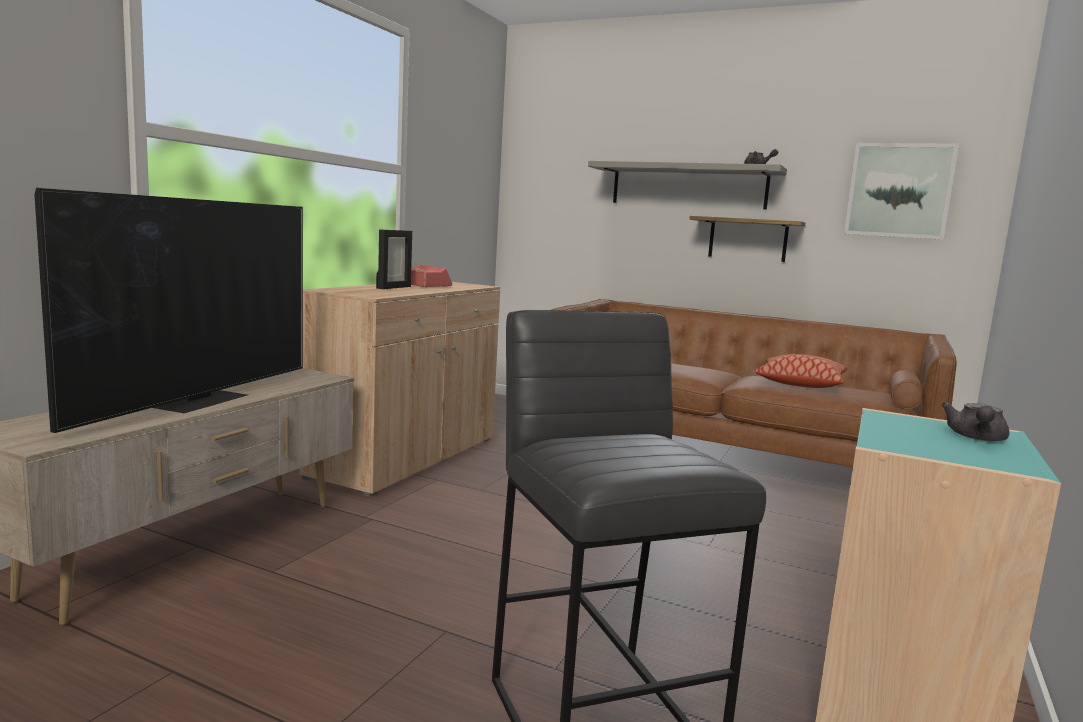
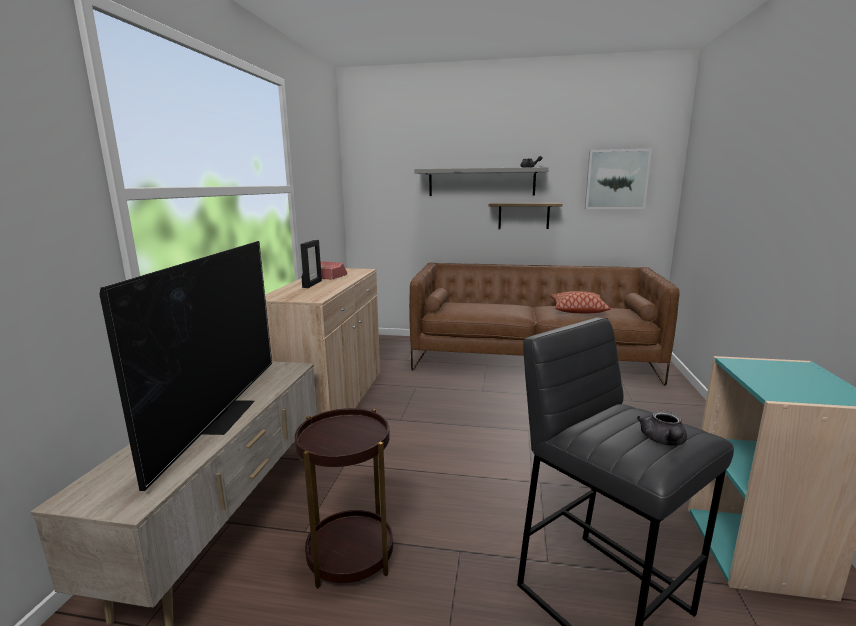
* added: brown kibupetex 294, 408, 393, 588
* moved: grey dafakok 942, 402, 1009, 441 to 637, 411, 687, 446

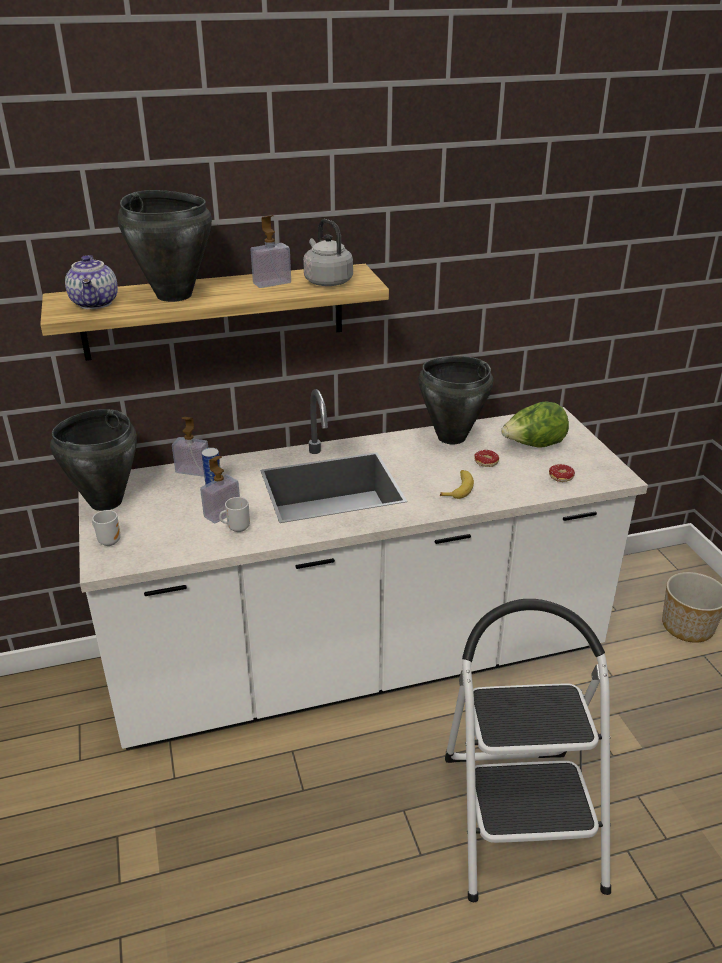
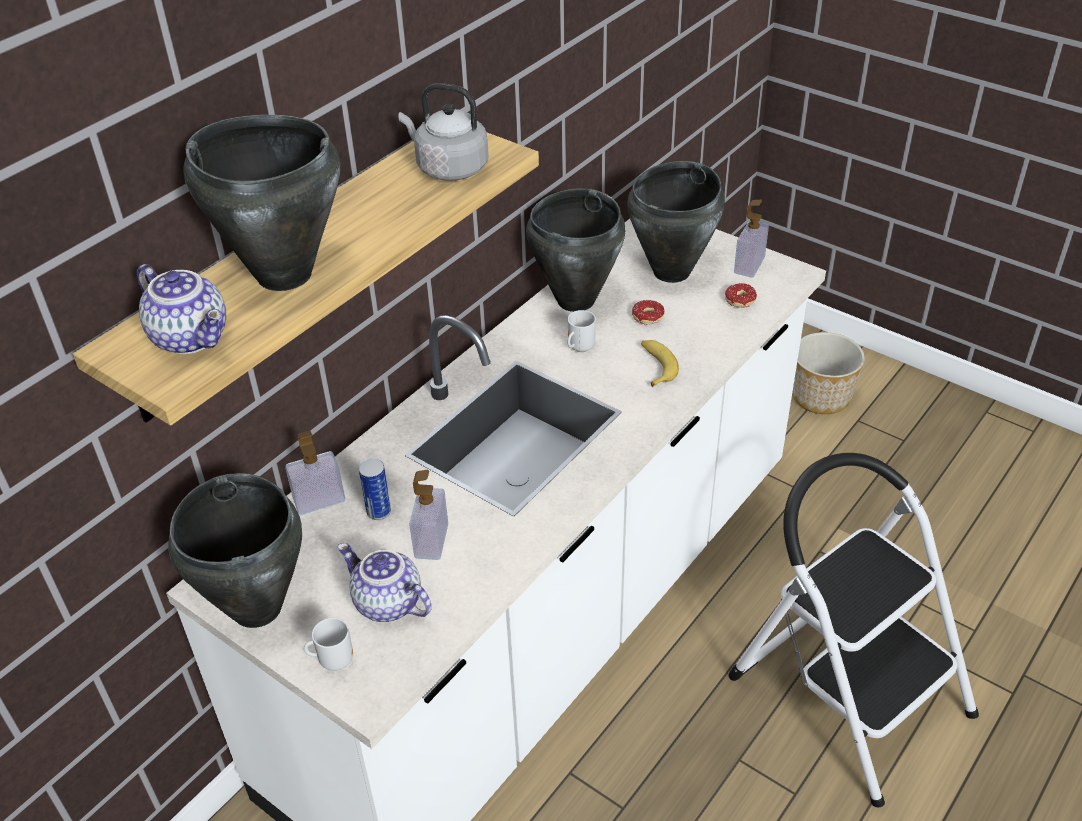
* added: dafakok 337, 543, 432, 622
* moved: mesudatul 219, 497, 250, 532 to 567, 310, 596, 352
* moved: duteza 250, 215, 291, 288 to 734, 200, 769, 278
* replaced: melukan 501, 401, 569, 448 to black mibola 627, 161, 725, 283

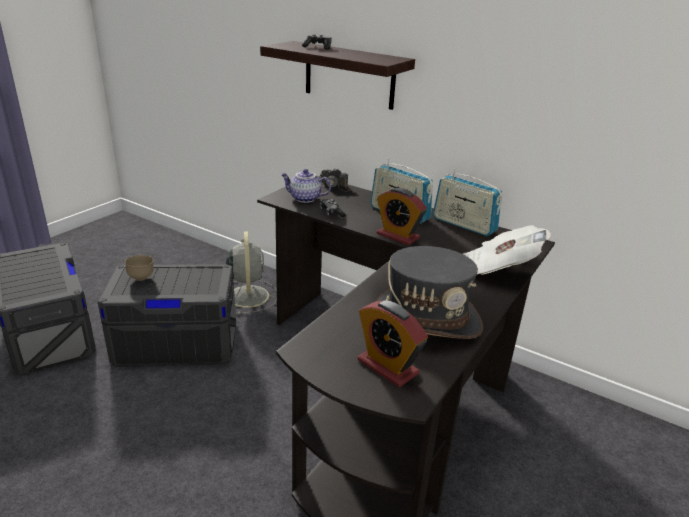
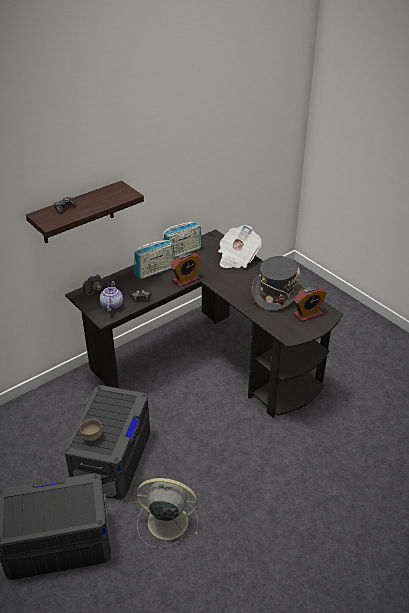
* moved: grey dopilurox 226, 231, 277, 315 to 136, 478, 198, 548
* turned: dafakok 281, 169, 331, 203 = 100, 281, 123, 312 150 degrees clockwise

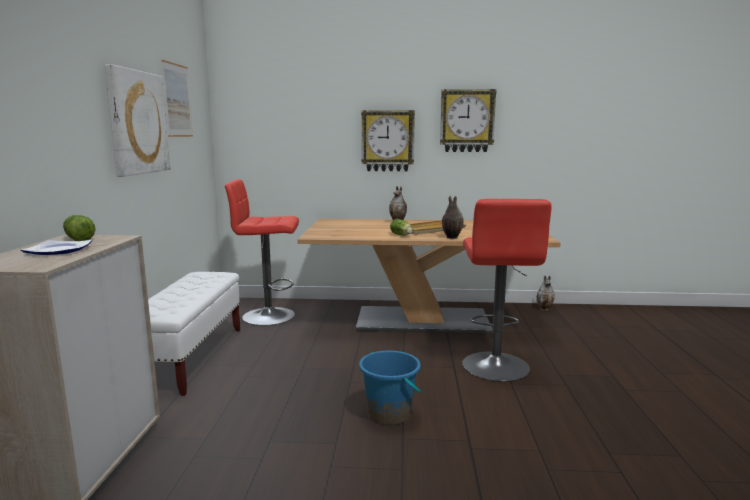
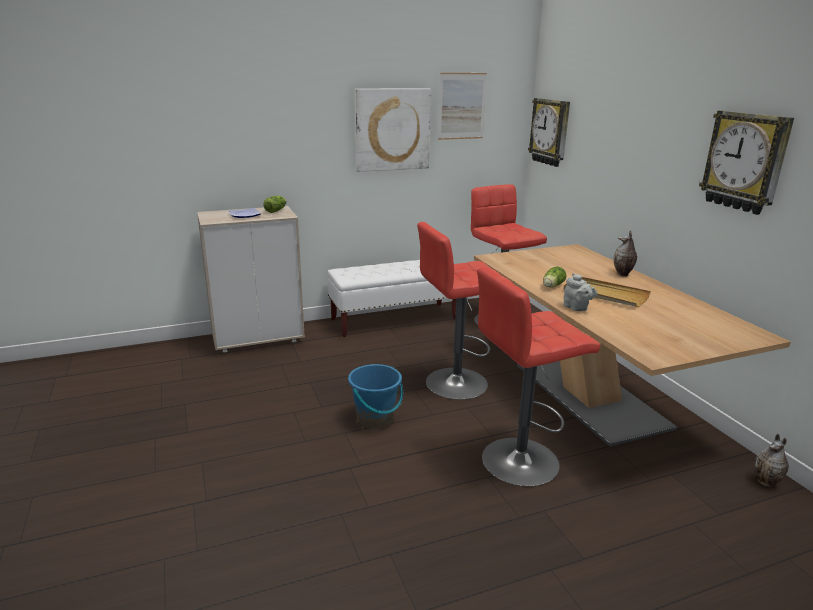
* added: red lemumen 417, 222, 513, 399
* moved: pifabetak 361, 110, 415, 171 to 528, 98, 570, 167
* replaced: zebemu 442, 196, 464, 239 to grey dafakok 564, 273, 598, 311

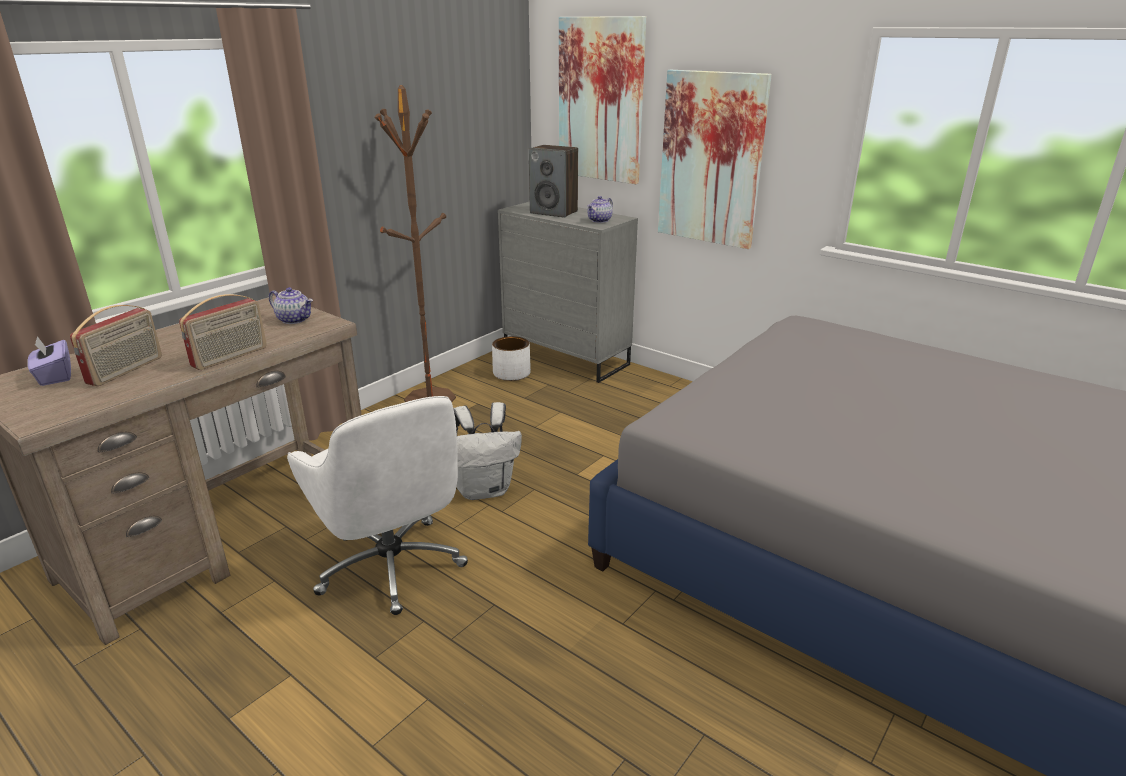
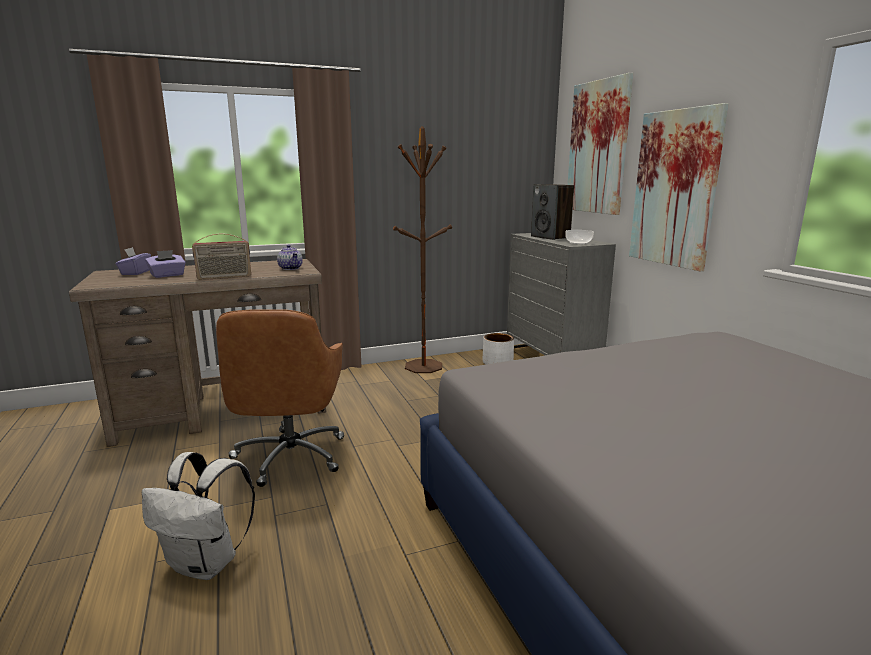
* moved: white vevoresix 453, 402, 522, 500 to 142, 452, 255, 580
* replaced: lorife 70, 305, 162, 386 to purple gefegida 145, 250, 186, 278
* replaced: dafakok 587, 196, 613, 223 to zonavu 565, 230, 594, 244
* recoloured: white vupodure 287, 396, 468, 615 to brown vupodure 216, 309, 344, 487

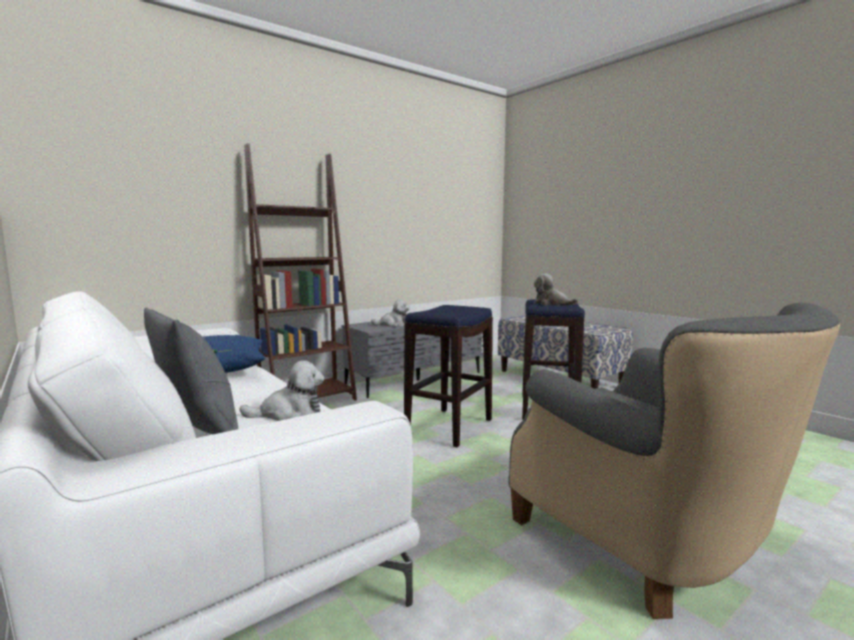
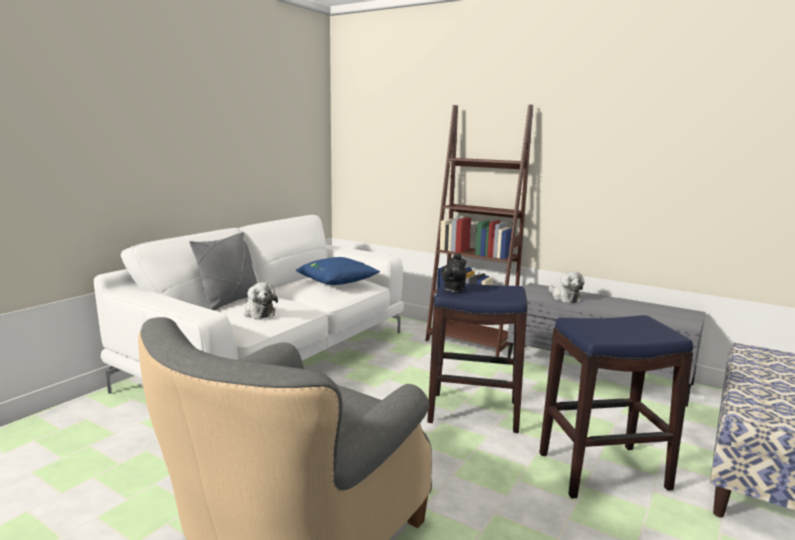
* removed: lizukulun 534, 274, 578, 305
* added: black dafakok 441, 253, 467, 293

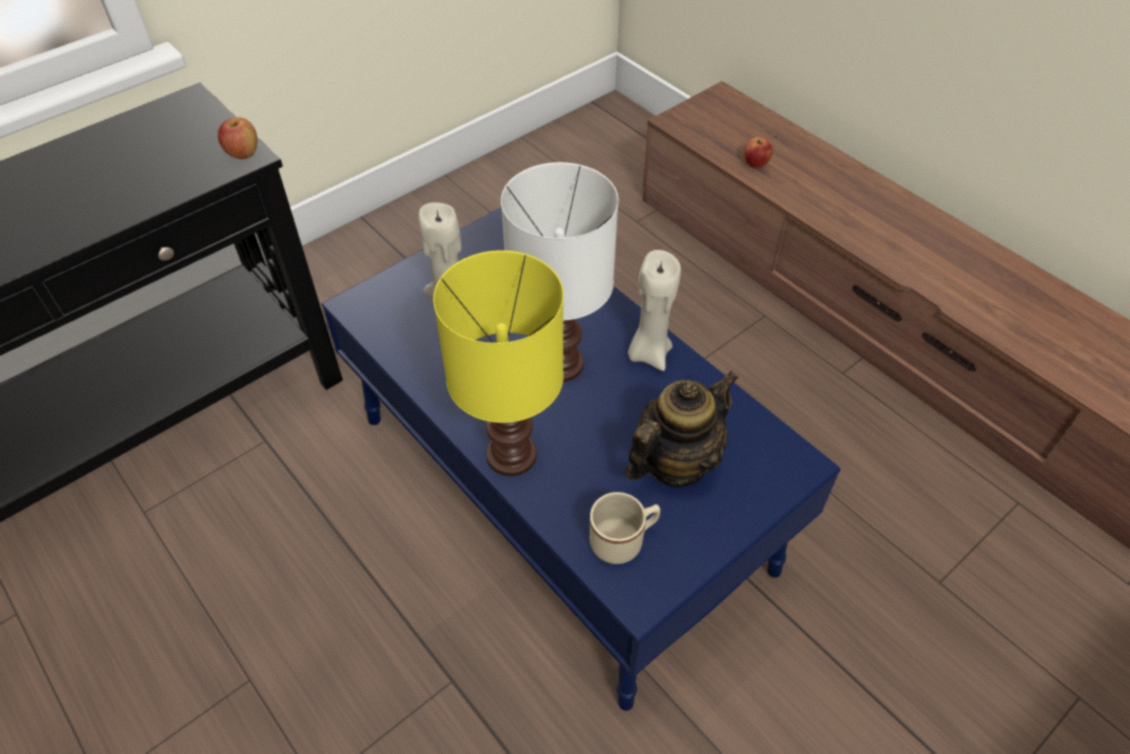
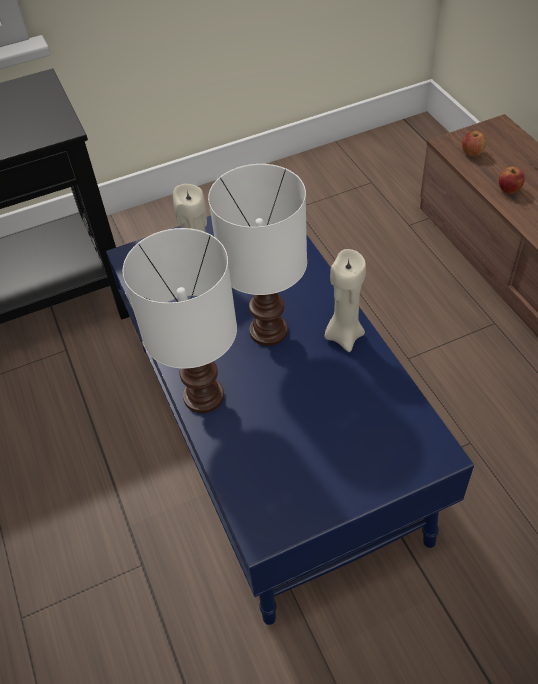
* removed: beige mesudatul 590, 492, 660, 564
* removed: dafakok 625, 371, 738, 487
* moved: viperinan 218, 117, 257, 159 to 462, 131, 486, 157
* recoloured: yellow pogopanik 433, 250, 564, 476 to white pogopanik 123, 228, 237, 413

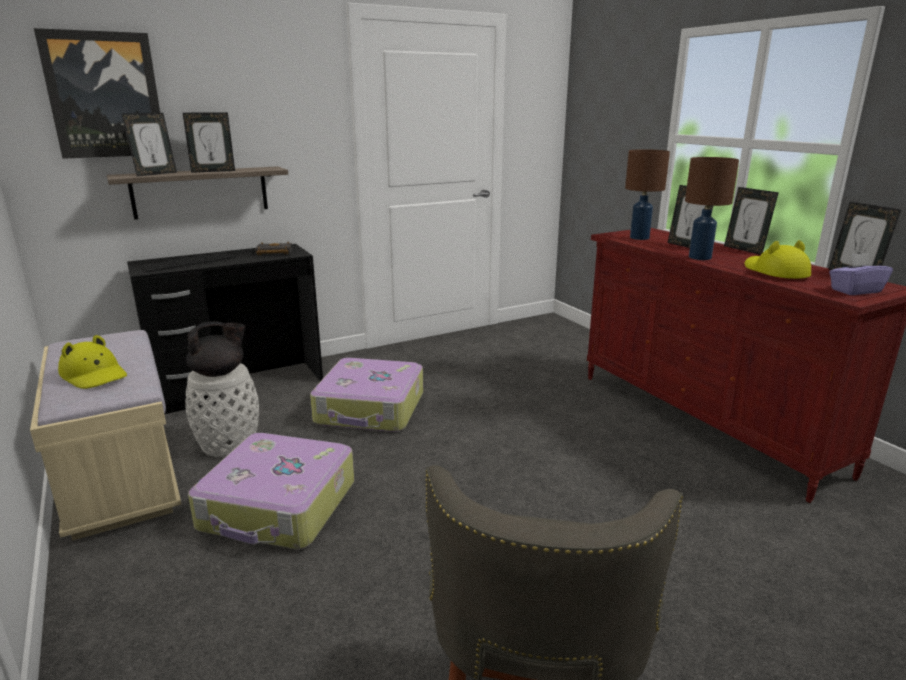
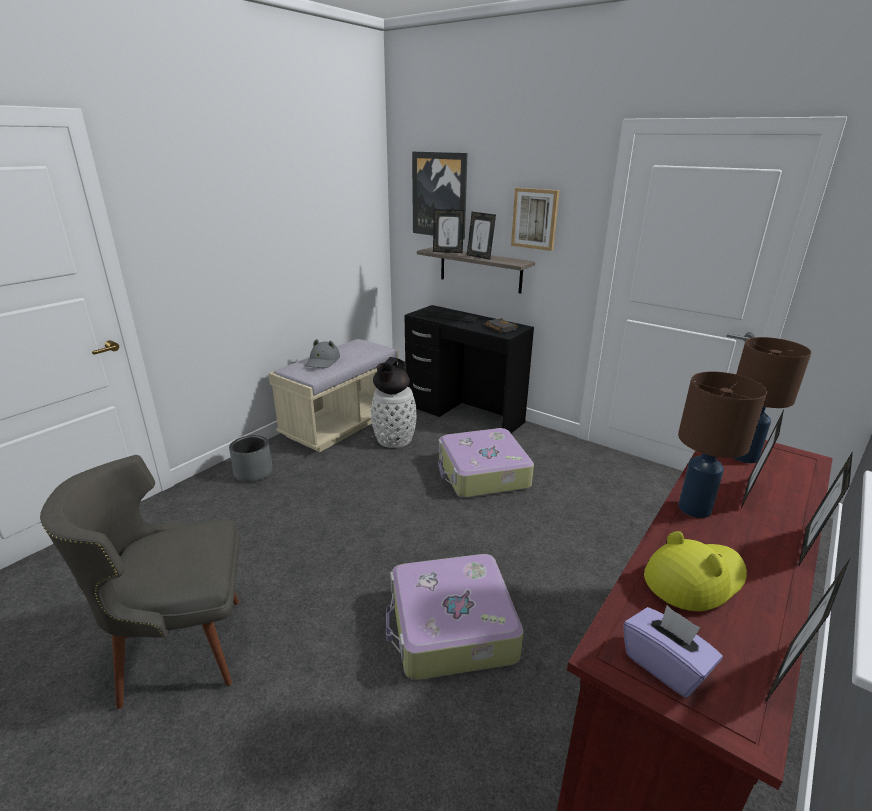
* added: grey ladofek 229, 435, 273, 482
* added: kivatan 511, 188, 559, 251
* moved: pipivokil 188, 433, 354, 549 to 386, 554, 524, 680
* recoloured: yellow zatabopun 58, 335, 127, 389 to grey zatabopun 305, 339, 340, 368
* turned: black dafakok 186, 321, 245, 377 = 373, 357, 410, 394 75 degrees clockwise

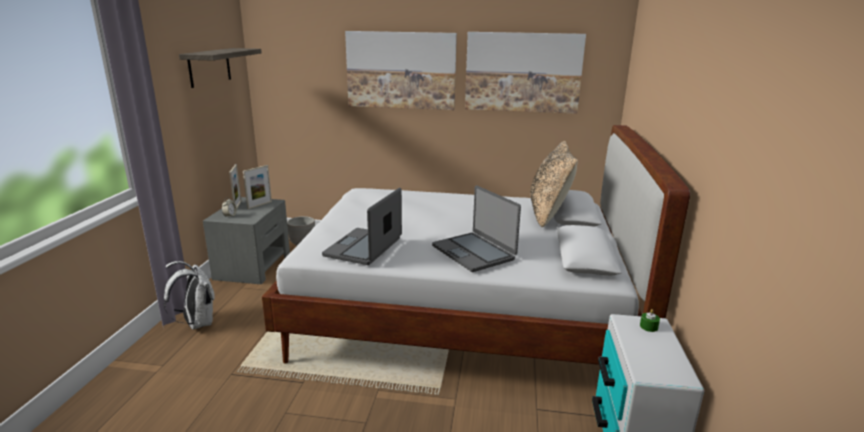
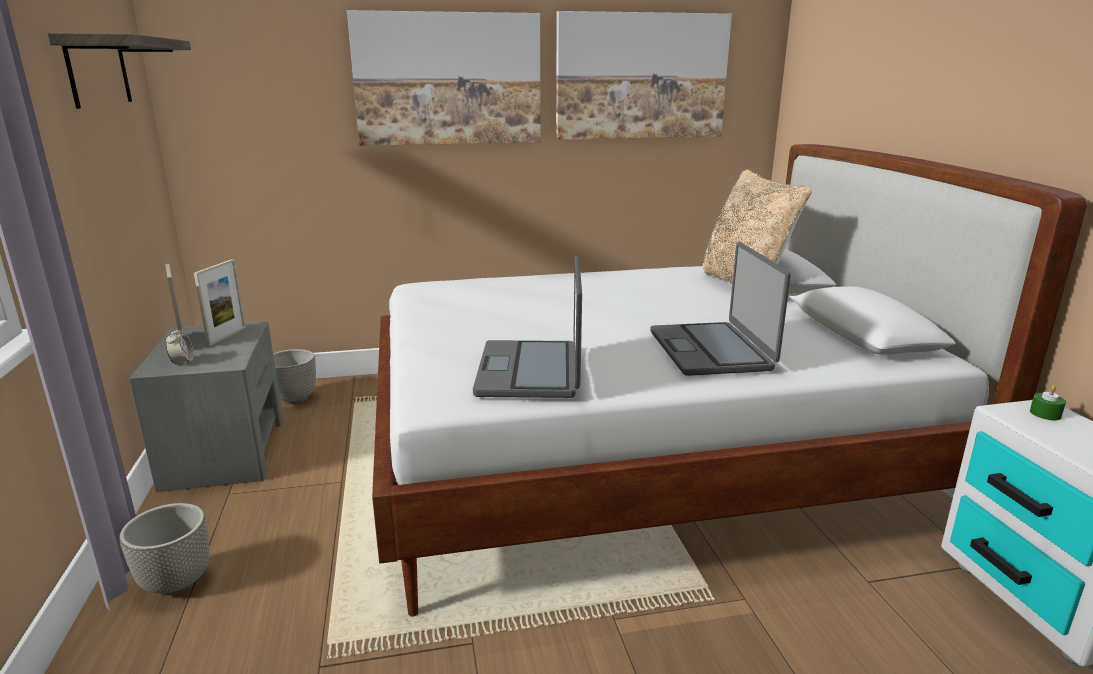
* replaced: white vevoresix 164, 261, 215, 330 to ladofek 119, 503, 209, 595
* turned: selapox 432, 185, 521, 272 = 650, 242, 791, 376 45 degrees clockwise

